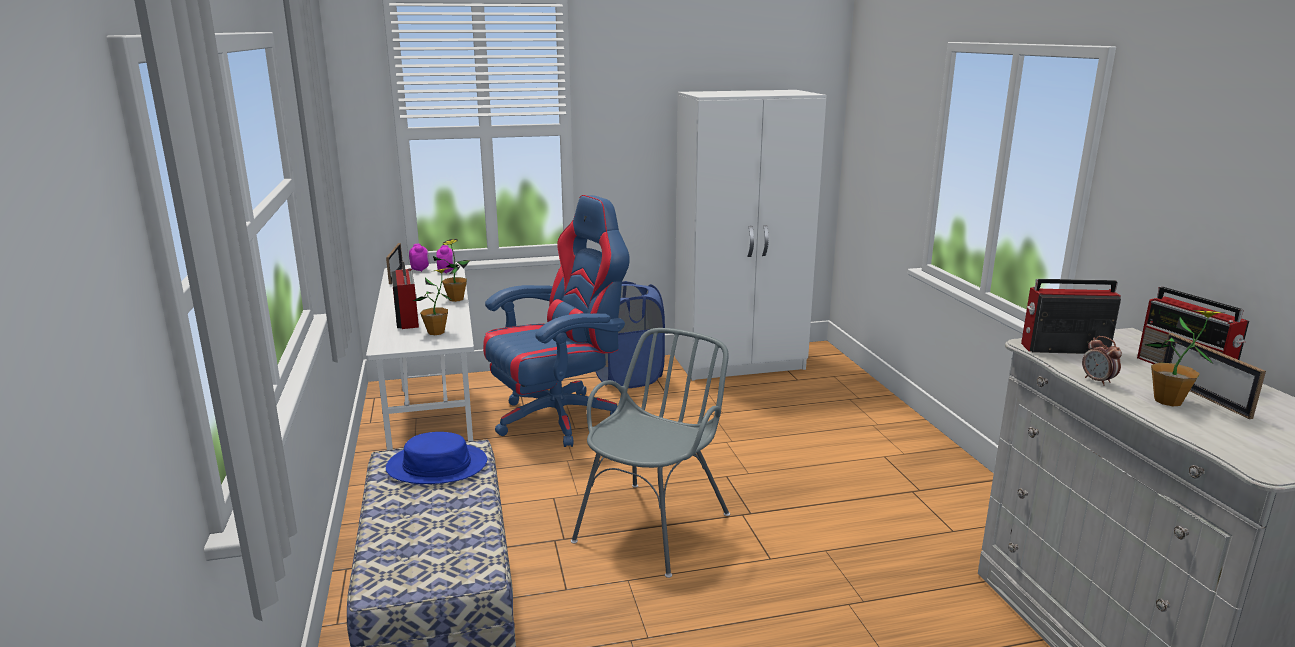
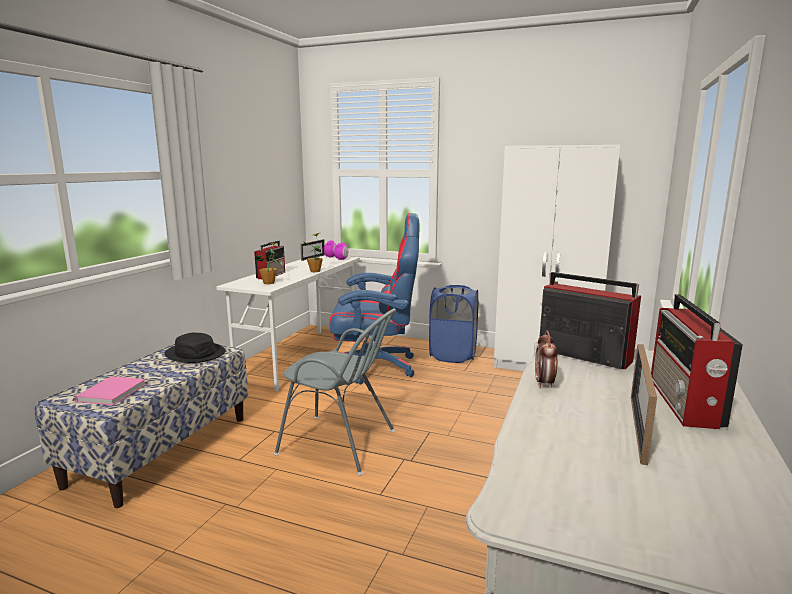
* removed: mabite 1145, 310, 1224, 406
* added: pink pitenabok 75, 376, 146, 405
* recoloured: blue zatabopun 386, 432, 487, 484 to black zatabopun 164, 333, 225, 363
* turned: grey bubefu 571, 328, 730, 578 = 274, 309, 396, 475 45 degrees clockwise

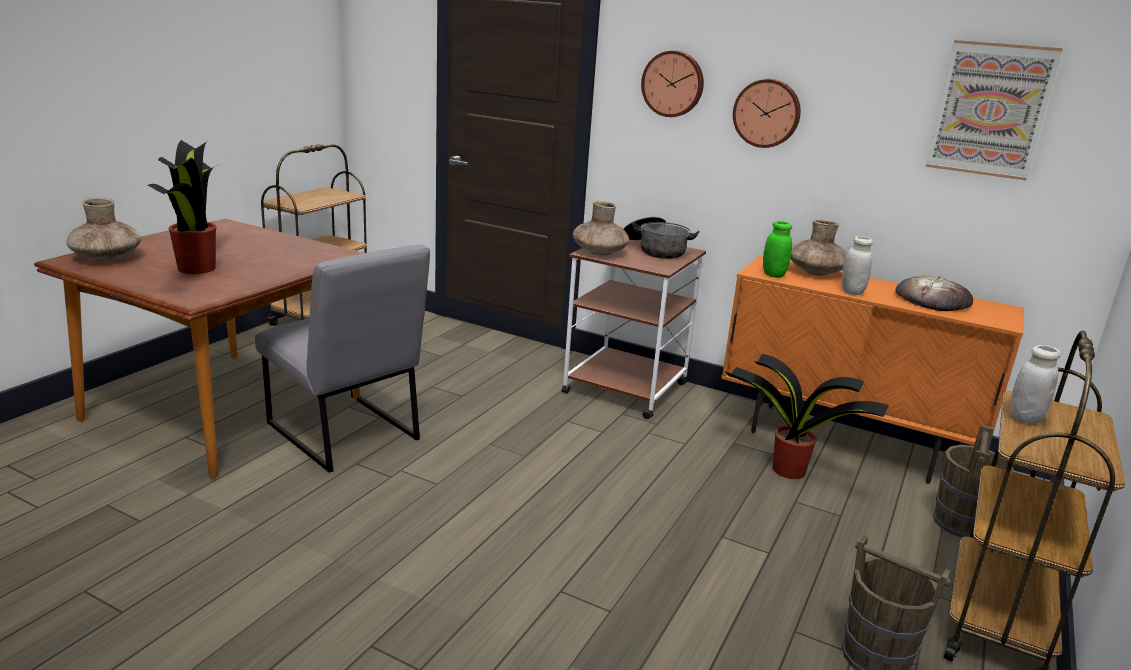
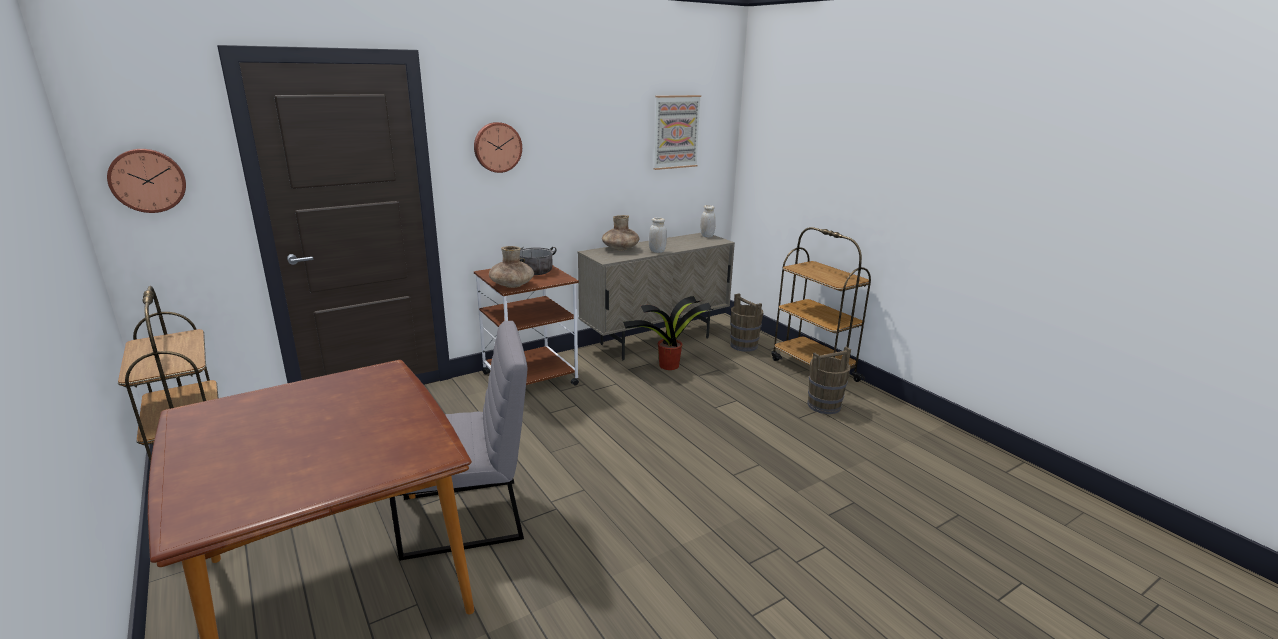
* removed: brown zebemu 66, 197, 141, 261
* removed: mabite 148, 140, 221, 274
* removed: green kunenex 763, 221, 792, 278
* removed: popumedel 895, 276, 973, 311
* moved: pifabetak 733, 79, 801, 148 to 107, 149, 186, 213
* moved: white kunenex 1011, 345, 1061, 424 to 700, 205, 716, 238
* recoloured: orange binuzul 721, 256, 1024, 484 to beige binuzul 578, 233, 735, 360

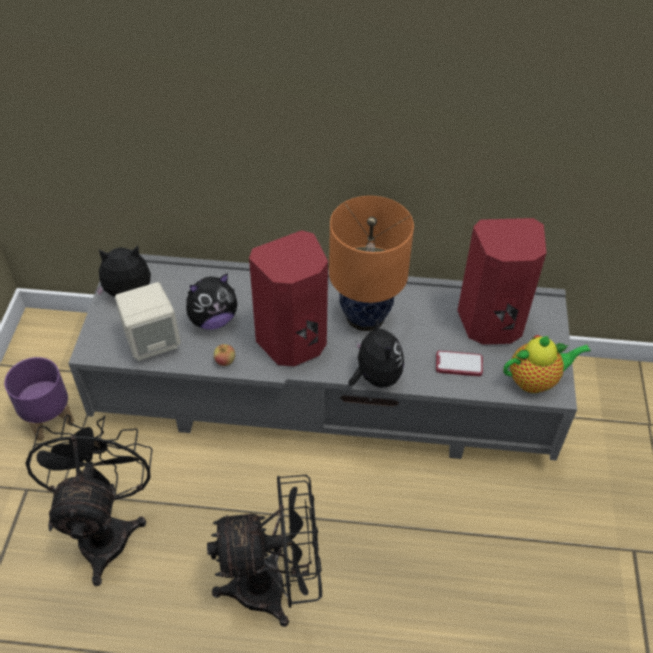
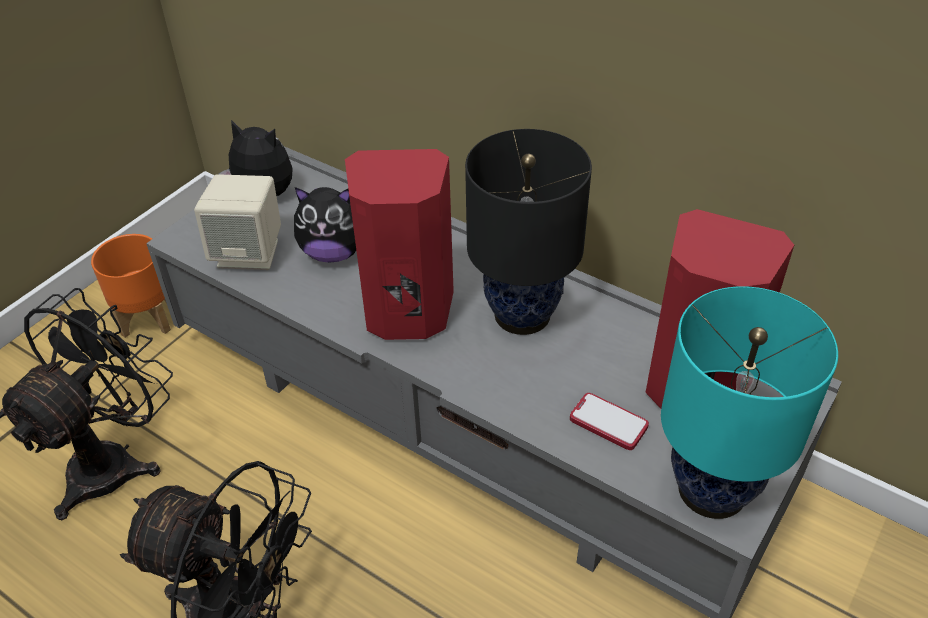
* removed: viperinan 214, 344, 235, 366
* removed: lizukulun 348, 318, 404, 387
* replaced: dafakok 503, 335, 591, 393 to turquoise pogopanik 661, 286, 838, 519
* recoloured: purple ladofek 4, 357, 74, 441 to orange ladofek 91, 234, 171, 338
* recoloured: orange pogopanik 329, 196, 414, 331 to black pogopanik 465, 129, 592, 335

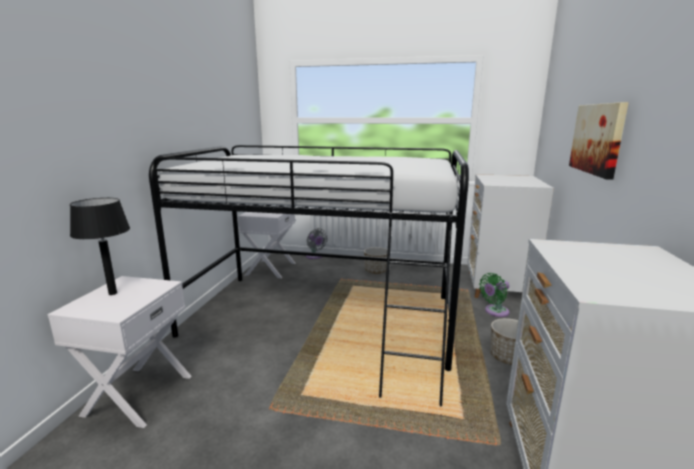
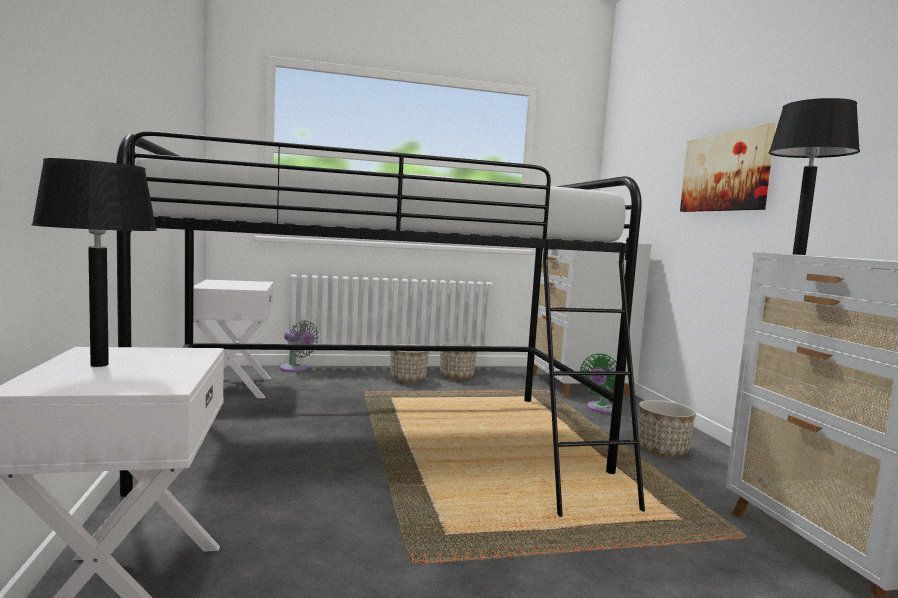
* added: ladofek 440, 342, 477, 380
* added: black pogopanik 769, 98, 860, 255

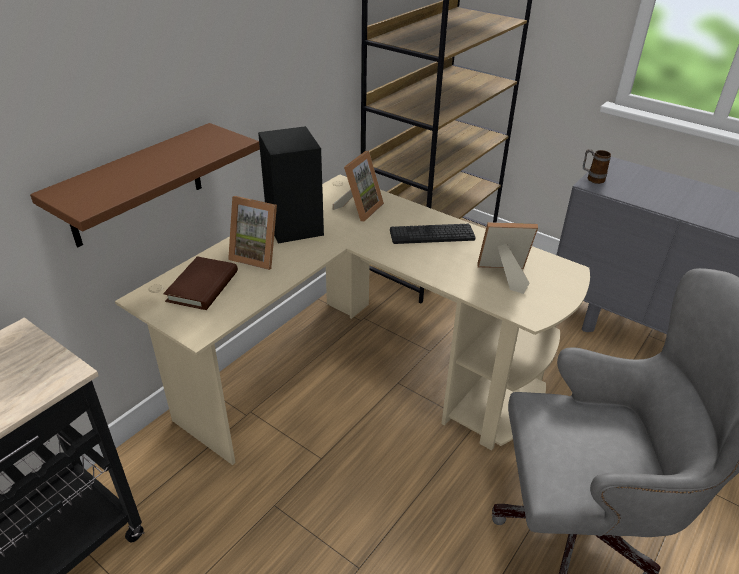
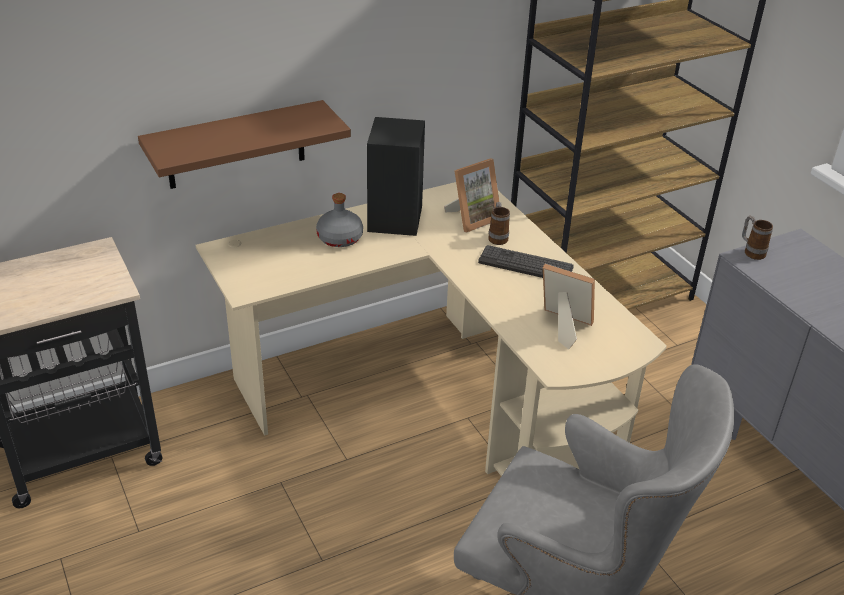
* removed: brown pitenabok 163, 256, 238, 310
* added: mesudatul 488, 202, 510, 245
* replaced: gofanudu 228, 196, 277, 270 to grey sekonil 316, 193, 363, 247

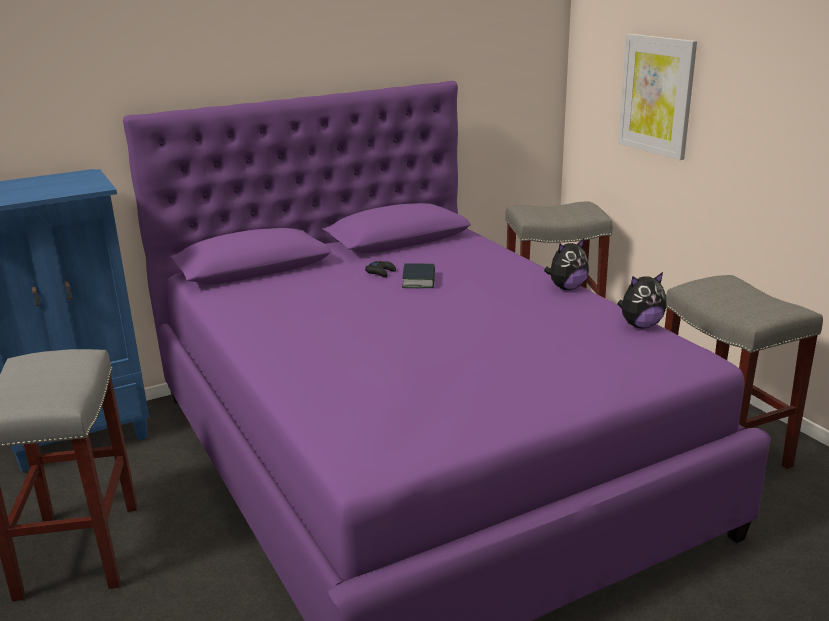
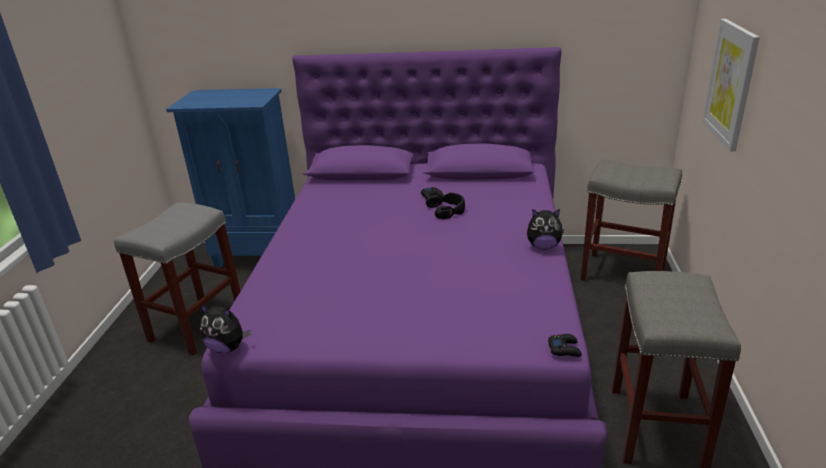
* added: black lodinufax 548, 334, 582, 357
* moved: lizukulun 618, 272, 667, 328 to 200, 304, 251, 353
* replaced: pitenabok 402, 263, 435, 288 to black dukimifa 426, 193, 465, 219

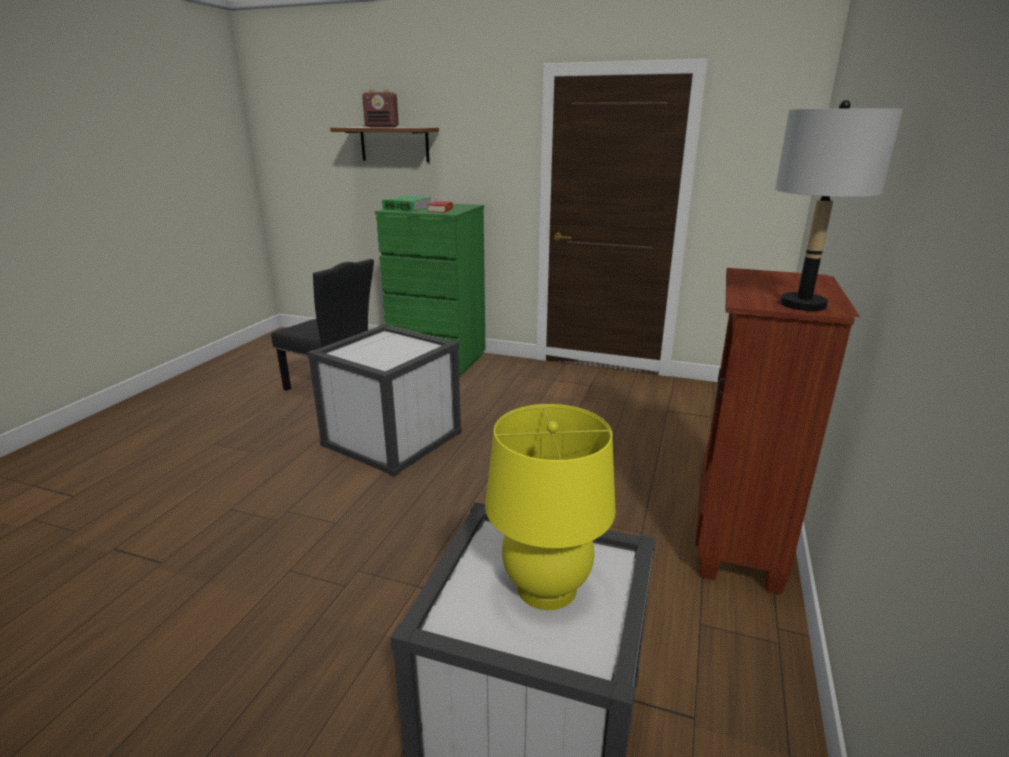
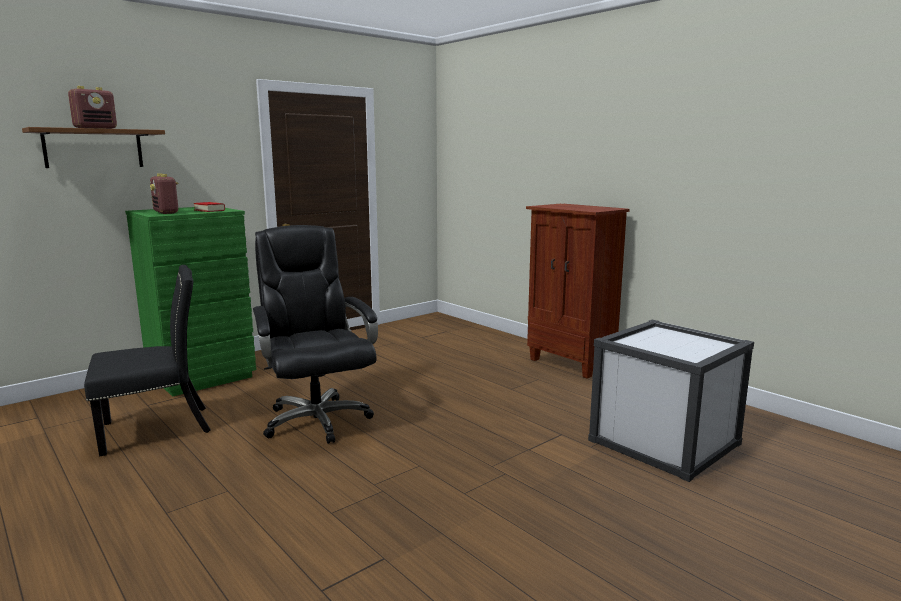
* removed: yellow pogopanik 485, 404, 615, 610
* removed: grey pogopanik 775, 100, 903, 311
* replaced: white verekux 307, 324, 462, 477 to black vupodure 253, 225, 378, 444
* replaced: pitenabok 382, 196, 431, 212 to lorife 150, 173, 179, 214

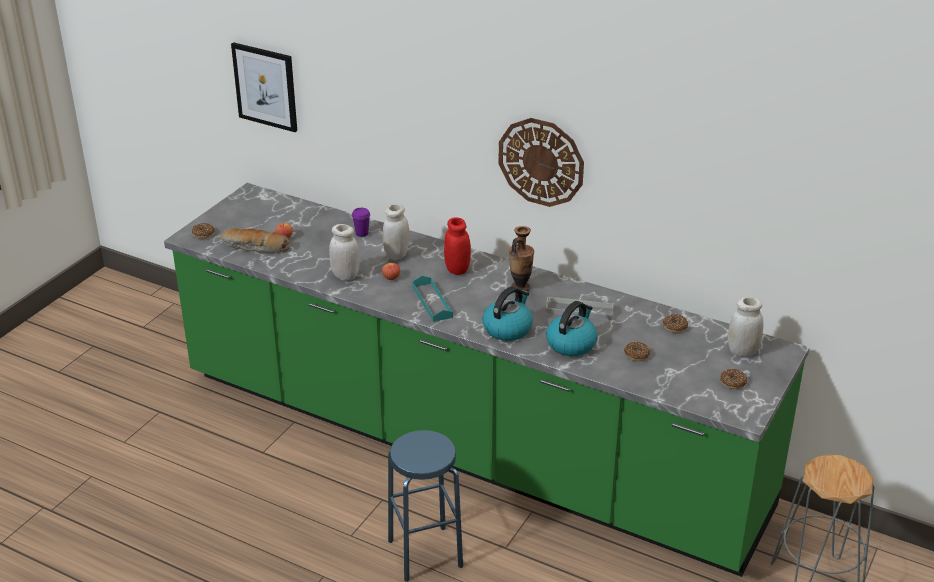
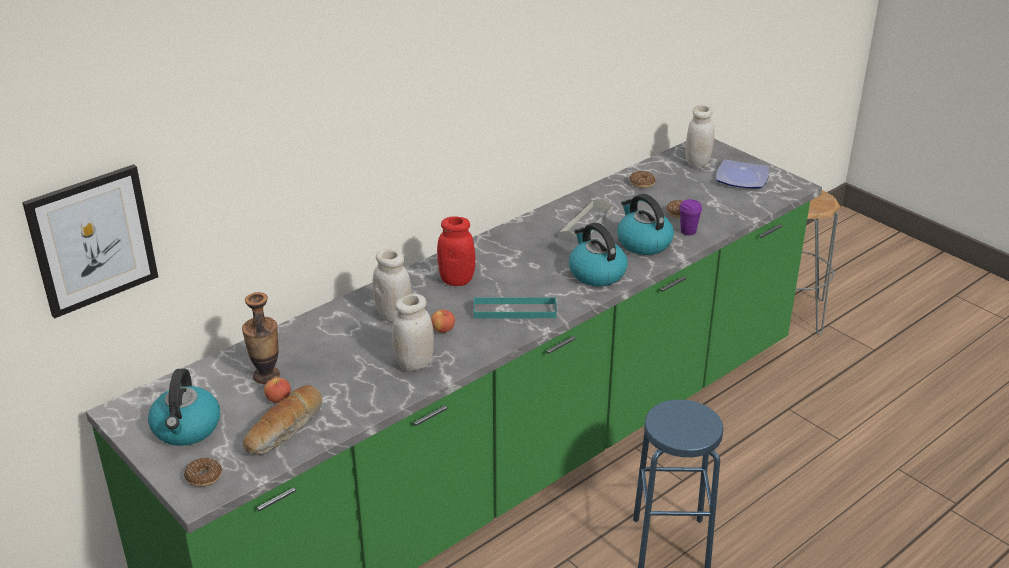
* removed: pifabetak 498, 118, 584, 207
* added: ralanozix 148, 369, 220, 446
* moved: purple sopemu 352, 208, 370, 237 to 679, 199, 702, 235
* moved: zebemu 509, 226, 534, 292 to 242, 292, 280, 384
* replaced: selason 720, 369, 747, 389 to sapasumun 716, 159, 769, 189

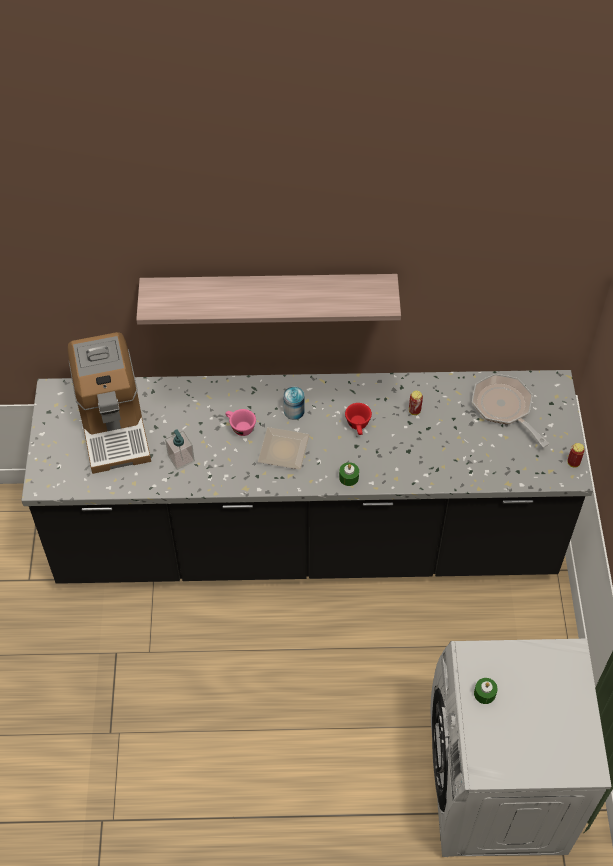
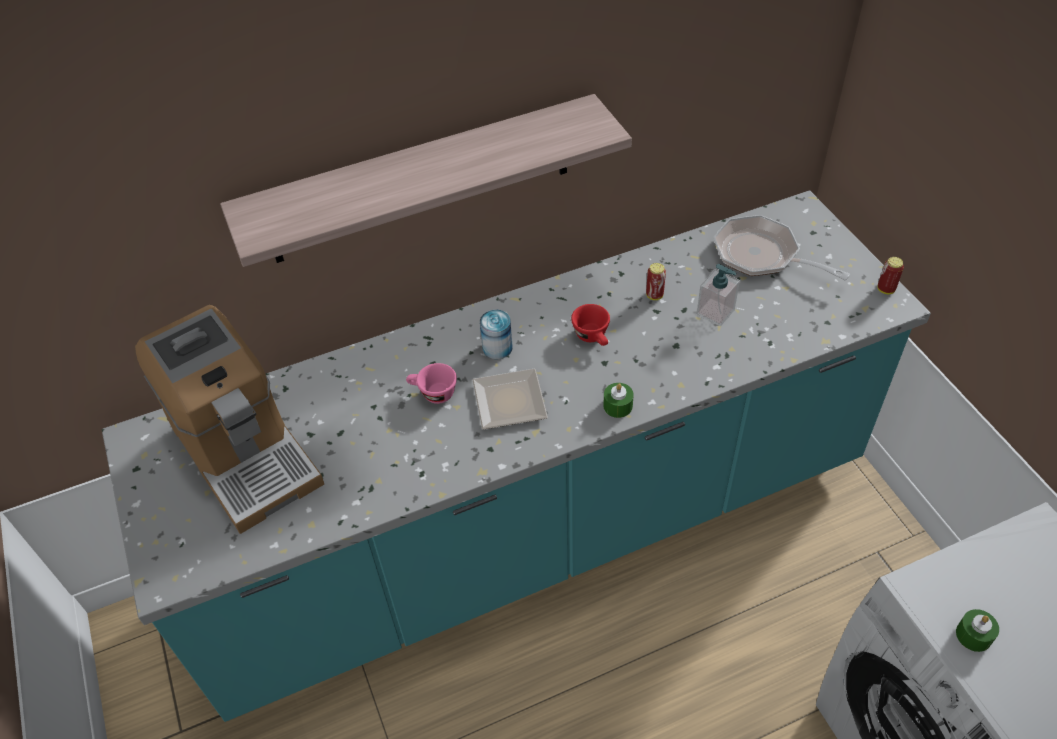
* moved: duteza 165, 429, 195, 470 to 696, 264, 740, 326
* recoloured: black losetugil 21, 370, 593, 584 to turquoise losetugil 102, 190, 931, 722

